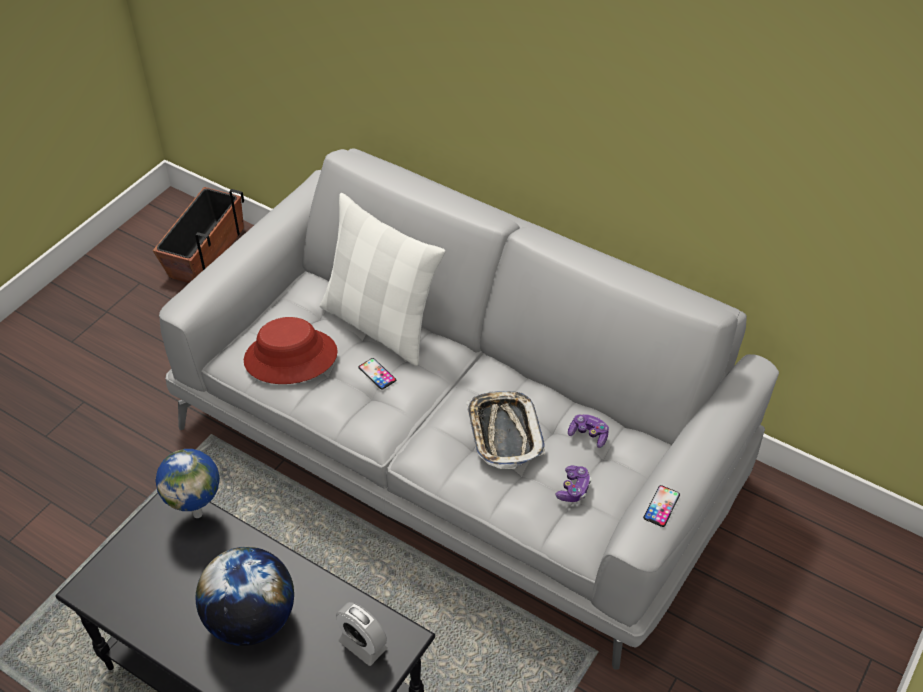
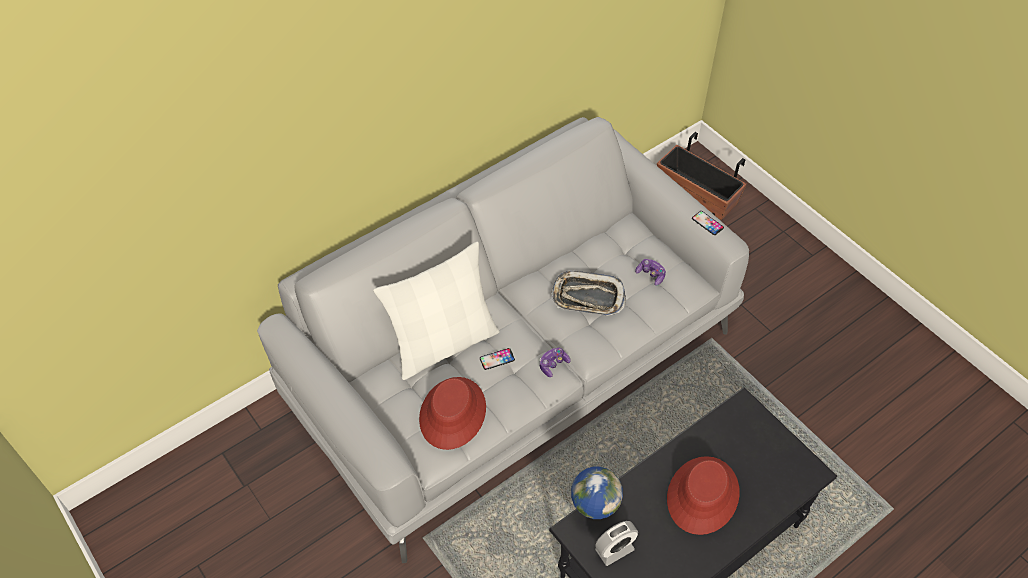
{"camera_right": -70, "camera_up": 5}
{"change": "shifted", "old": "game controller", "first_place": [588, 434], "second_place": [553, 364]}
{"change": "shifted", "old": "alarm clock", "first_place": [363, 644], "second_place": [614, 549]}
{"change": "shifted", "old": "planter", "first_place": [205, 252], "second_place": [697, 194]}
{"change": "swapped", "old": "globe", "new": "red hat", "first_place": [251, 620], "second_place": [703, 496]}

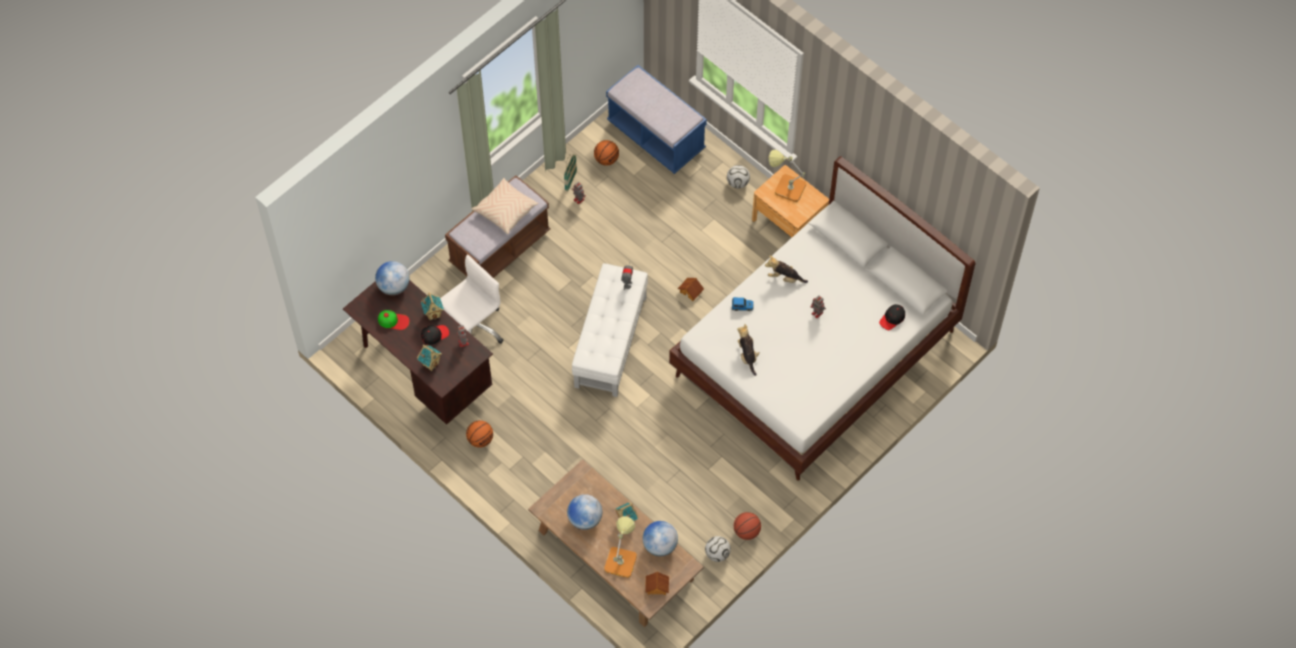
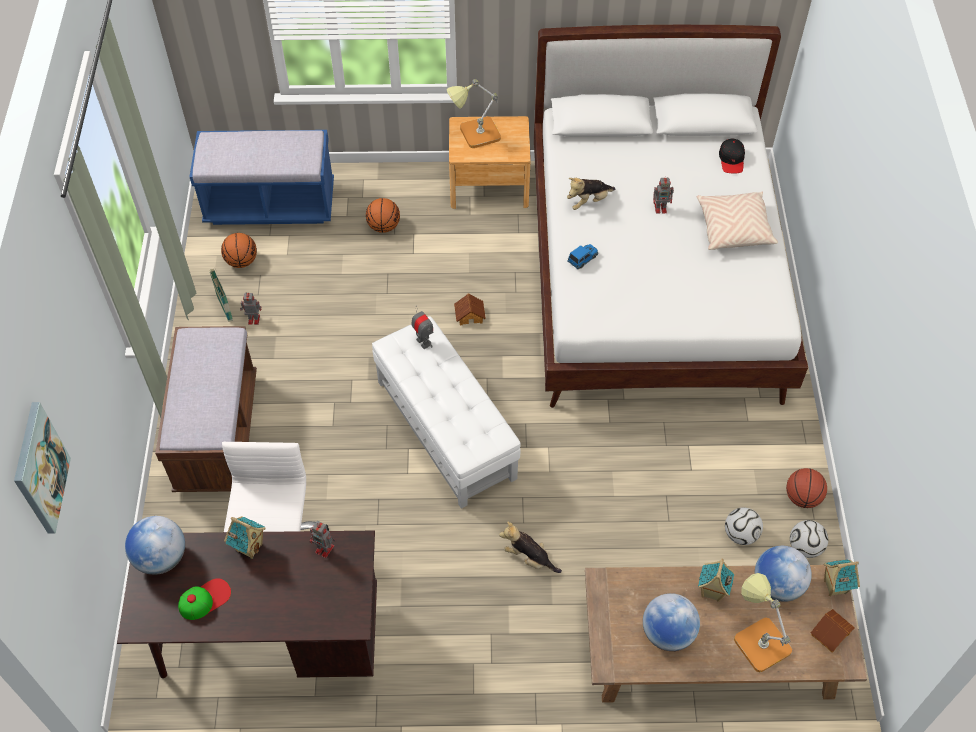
{"camera_right": -45, "camera_up": -5}
{"change": "new", "new": "picture", "second_place": [40, 468]}
{"change": "shifted", "old": "basketball", "first_place": [480, 439], "second_place": [383, 226]}
{"change": "shifted", "old": "plush toy", "first_place": [747, 355], "second_place": [529, 557]}
{"change": "shifted", "old": "beige pillow", "first_place": [505, 210], "second_place": [733, 228]}
{"change": "shifted", "old": "football", "first_place": [737, 183], "second_place": [740, 534]}
{"change": "shifted", "old": "toy house", "first_place": [430, 364], "second_place": [834, 586]}
{"change": "gone", "old": "black cap", "first_place": [434, 335]}

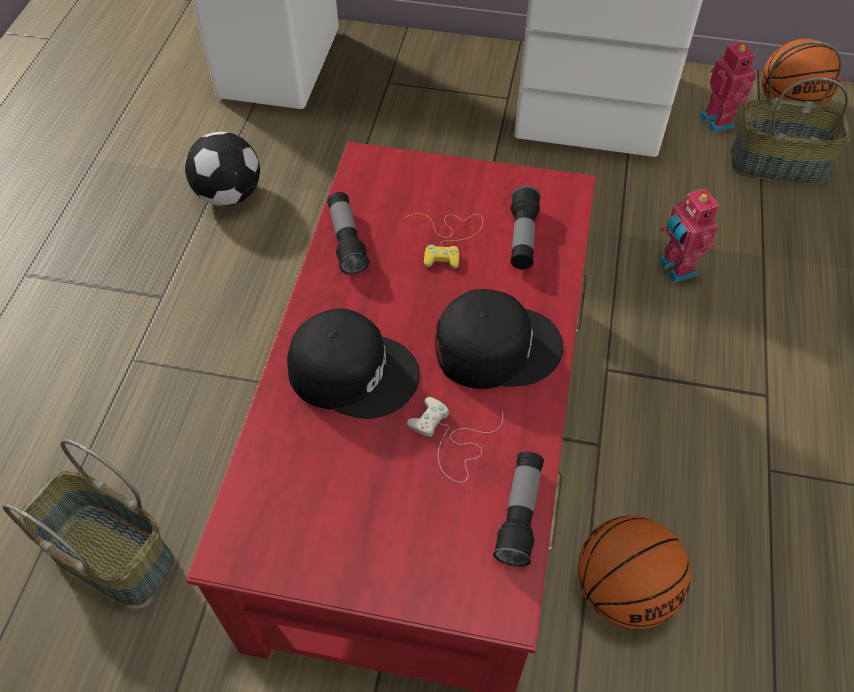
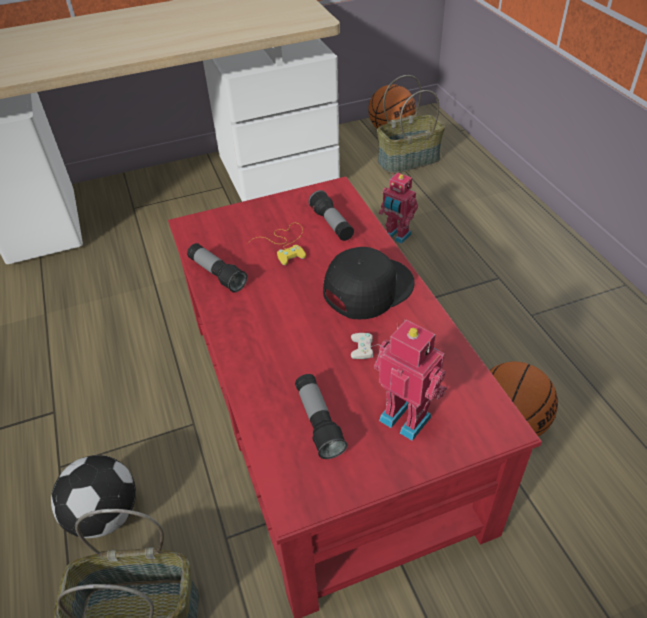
{"camera_right": -30, "camera_up": -10}
{"change": "shifted", "old": "football", "first_place": [230, 194], "second_place": [105, 513]}
{"change": "shifted", "old": "flashlight", "first_place": [520, 514], "second_place": [319, 422]}
{"change": "shifted", "old": "toy robot", "first_place": [718, 121], "second_place": [407, 416]}
{"change": "gone", "old": "black cap", "first_place": [353, 370]}

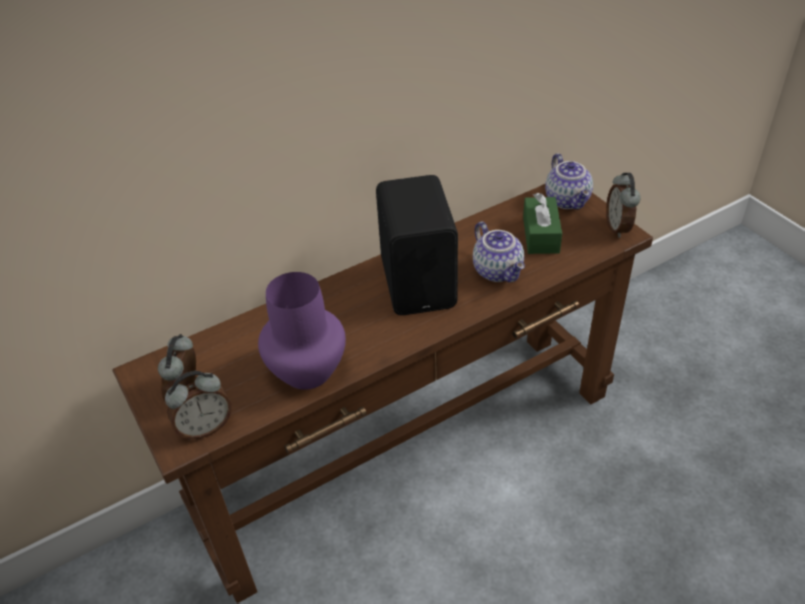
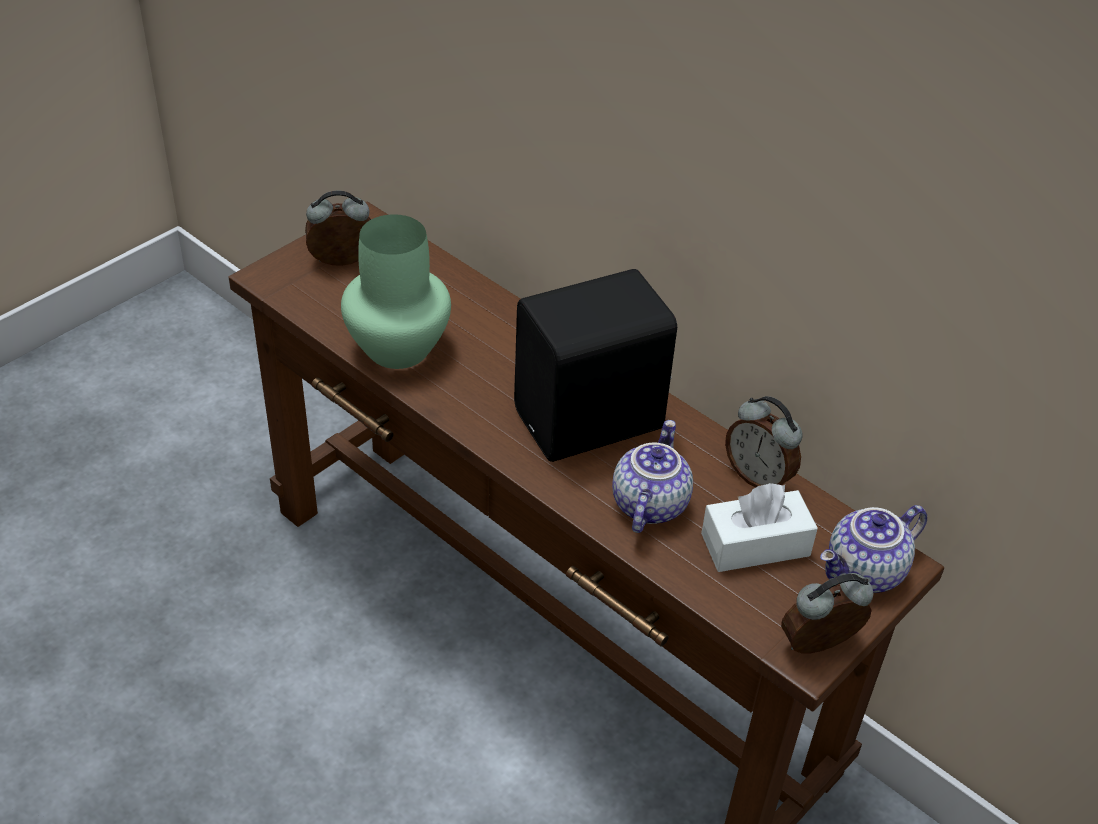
{"camera_right": 70, "camera_up": 0}
{"change": "repainted", "old": "purple vase", "new": "green vase", "first_place": [307, 372], "second_place": [396, 349]}
{"change": "rotated", "old": "teapot", "first_place": [499, 271], "second_place": [648, 503], "degrees": 150}
{"change": "repainted", "old": "green tissue box", "new": "white tissue box", "first_place": [541, 235], "second_place": [755, 545]}
{"change": "shifted", "old": "alarm clock", "first_place": [205, 427], "second_place": [758, 476]}

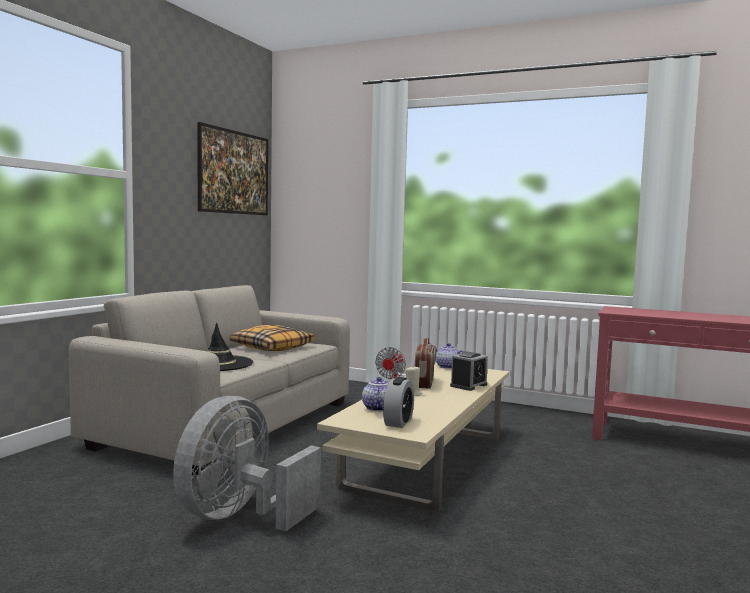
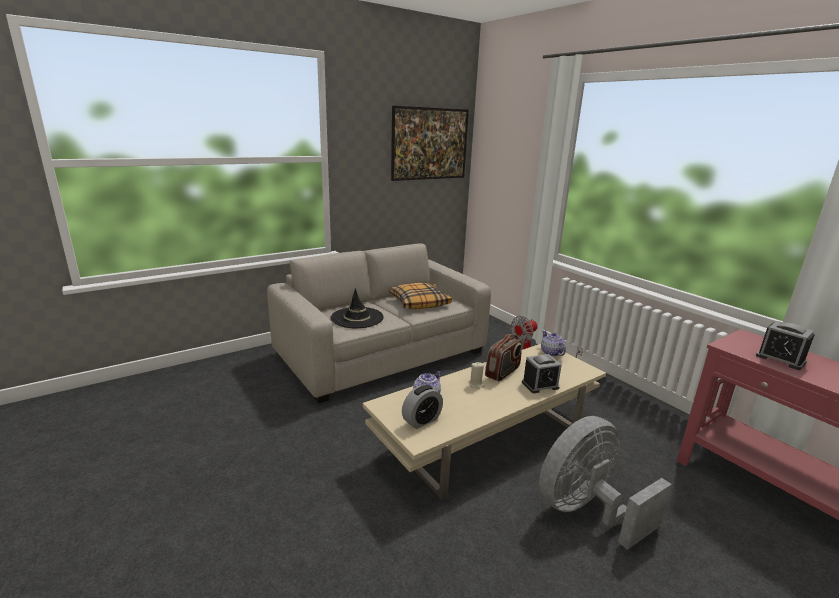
{"camera_right": 30, "camera_up": 15}
{"change": "shifted", "old": "grey fan", "first_place": [240, 516], "second_place": [586, 510]}
{"change": "new", "new": "alarm clock", "second_place": [780, 359]}

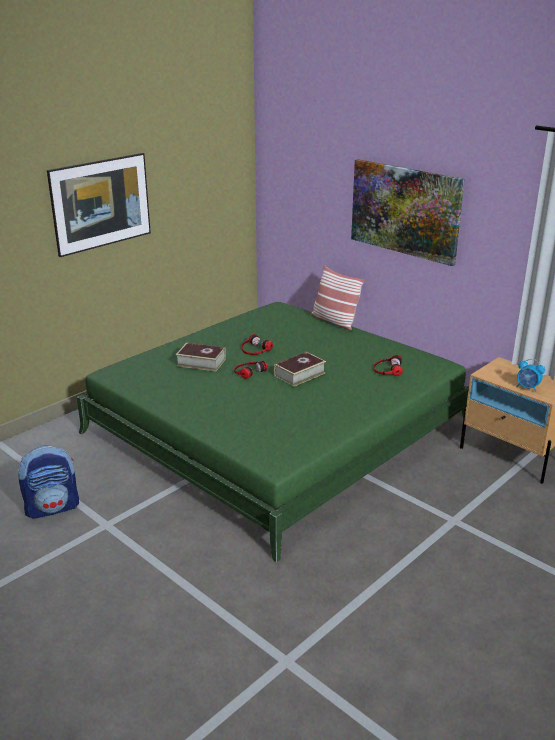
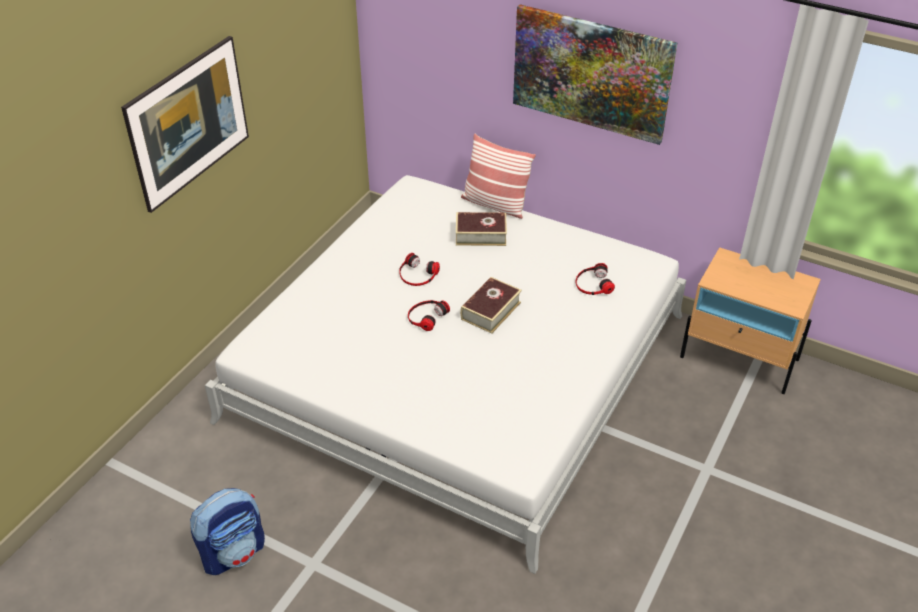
{"camera_right": -15, "camera_up": 15}
{"change": "repainted", "old": "green bed", "new": "white bed", "first_place": [276, 428], "second_place": [458, 367]}
{"change": "shifted", "old": "book", "first_place": [201, 362], "second_place": [480, 235]}
{"change": "gone", "old": "alarm clock", "first_place": [527, 388]}

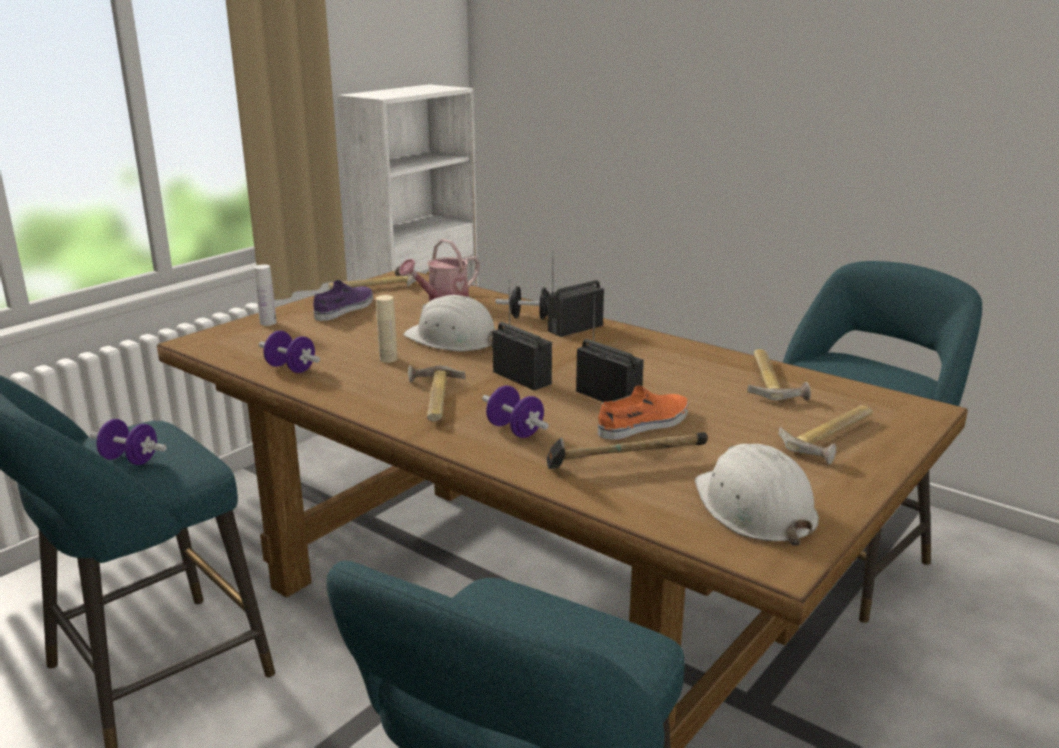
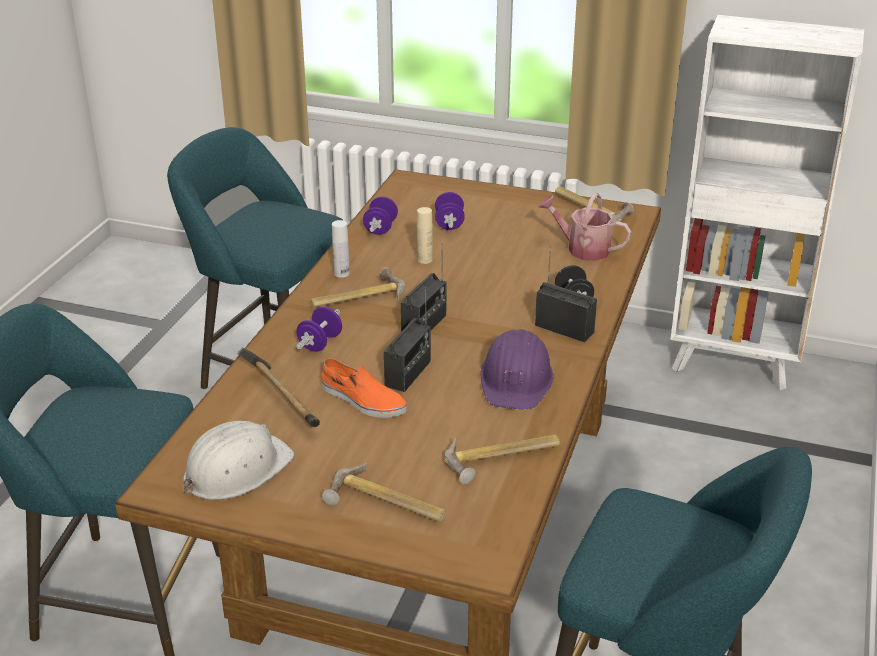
{"camera_right": 70, "camera_up": 10}
{"change": "shifted", "old": "white bottle", "first_place": [268, 323], "second_place": [341, 273]}
{"change": "shifted", "old": "purple dumbbell", "first_place": [130, 460], "second_place": [449, 224]}
{"change": "new", "new": "purple hard hat", "second_place": [516, 380]}
{"change": "gone", "old": "purple shoe", "first_place": [345, 309]}
{"change": "gone", "old": "white hard hat", "first_place": [452, 339]}

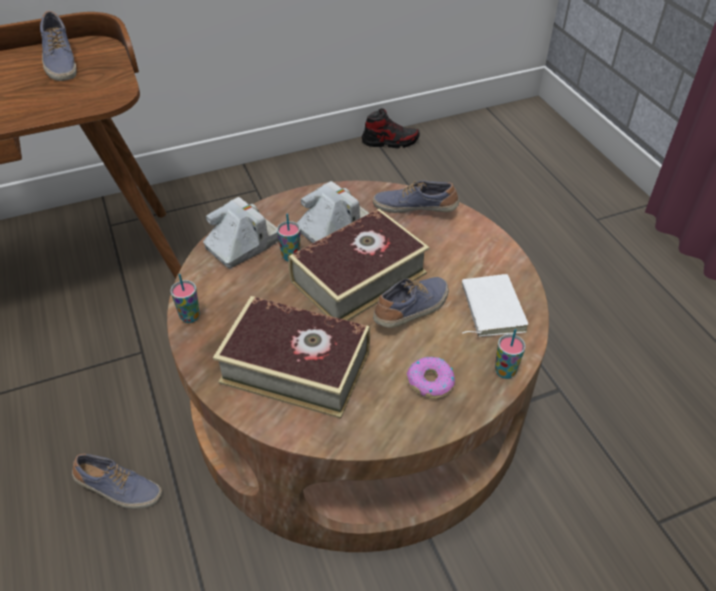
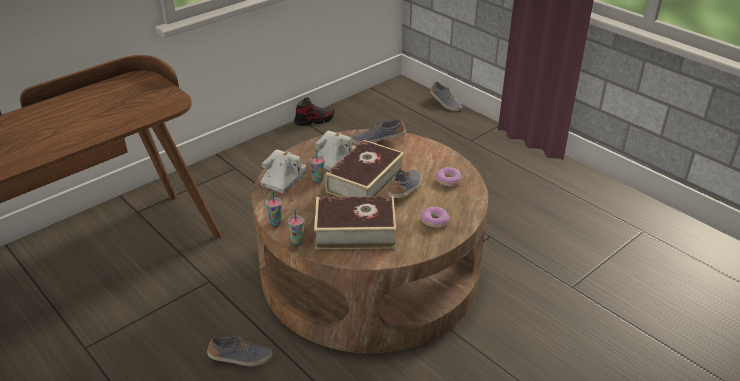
{"camera_right": -20, "camera_up": -10}
{"change": "shifted", "old": "cup", "first_place": [505, 371], "second_place": [297, 241]}
{"change": "shifted", "old": "shoe", "first_place": [60, 62], "second_place": [445, 103]}
{"change": "swapped", "old": "white book", "new": "donut", "first_place": [490, 308], "second_place": [448, 180]}

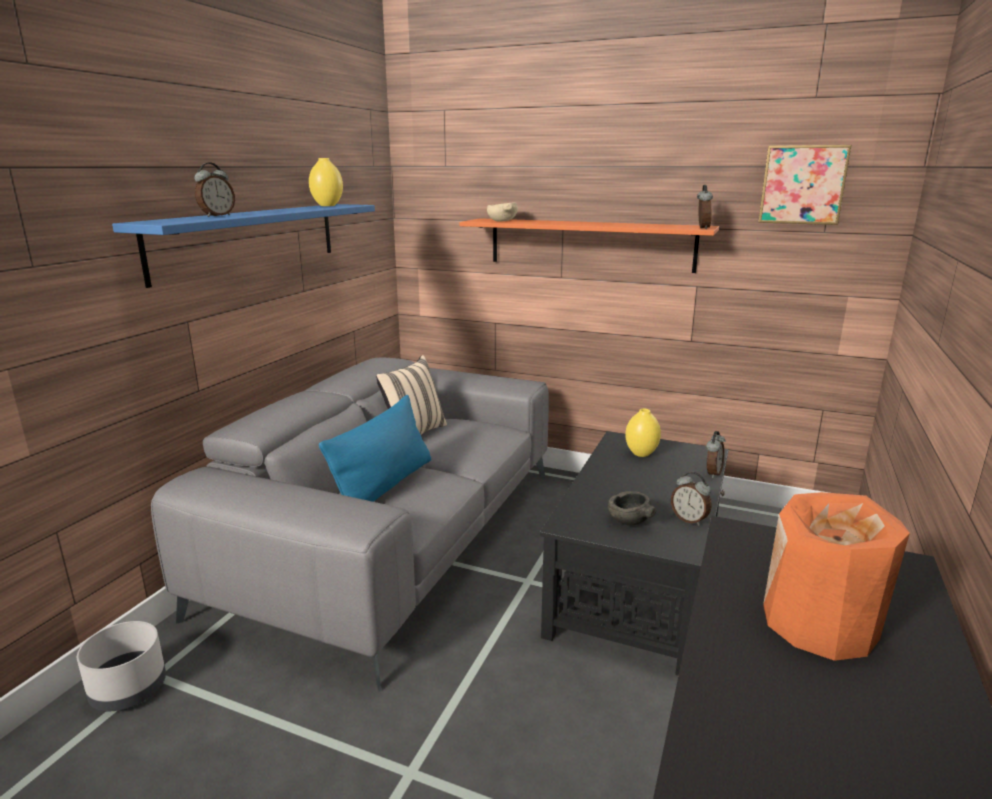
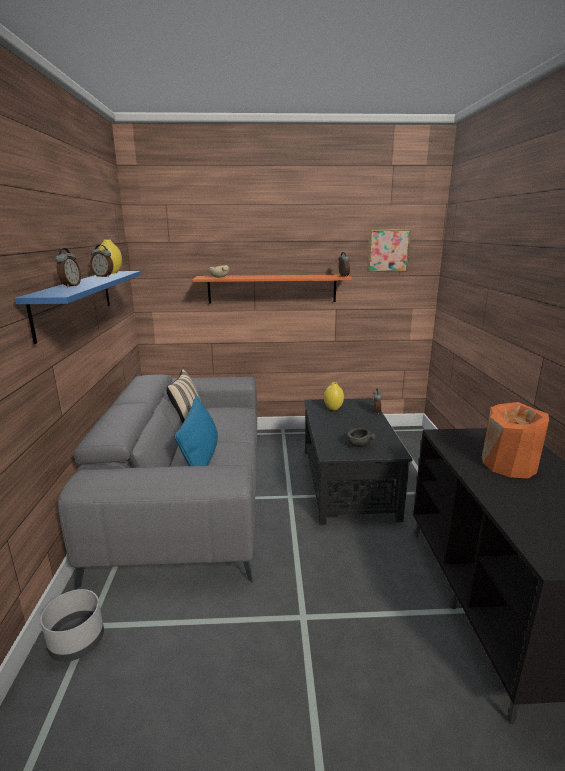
{"camera_right": -25, "camera_up": 0}
{"change": "shifted", "old": "alarm clock", "first_place": [689, 519], "second_place": [104, 276]}

